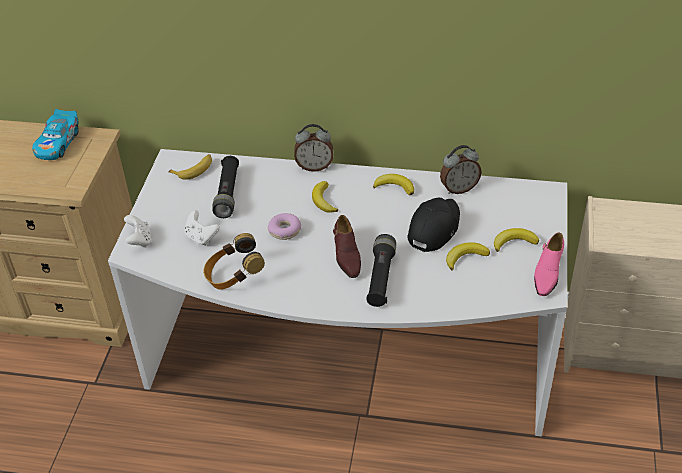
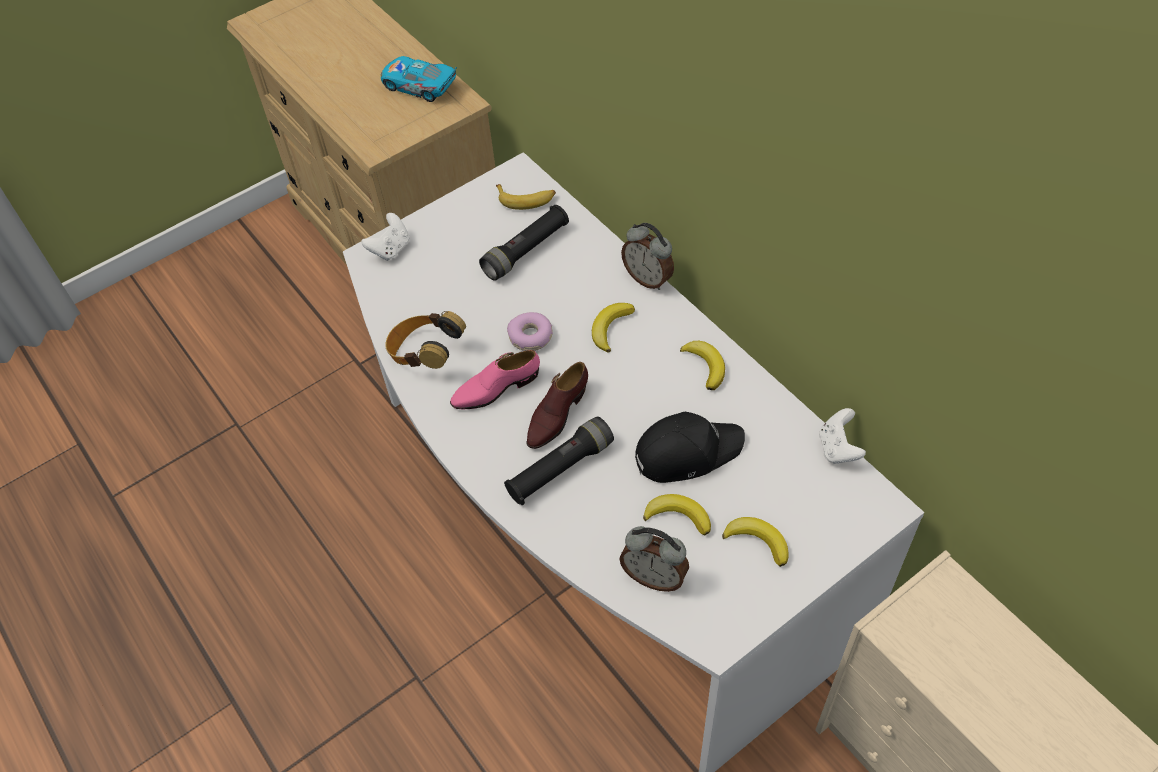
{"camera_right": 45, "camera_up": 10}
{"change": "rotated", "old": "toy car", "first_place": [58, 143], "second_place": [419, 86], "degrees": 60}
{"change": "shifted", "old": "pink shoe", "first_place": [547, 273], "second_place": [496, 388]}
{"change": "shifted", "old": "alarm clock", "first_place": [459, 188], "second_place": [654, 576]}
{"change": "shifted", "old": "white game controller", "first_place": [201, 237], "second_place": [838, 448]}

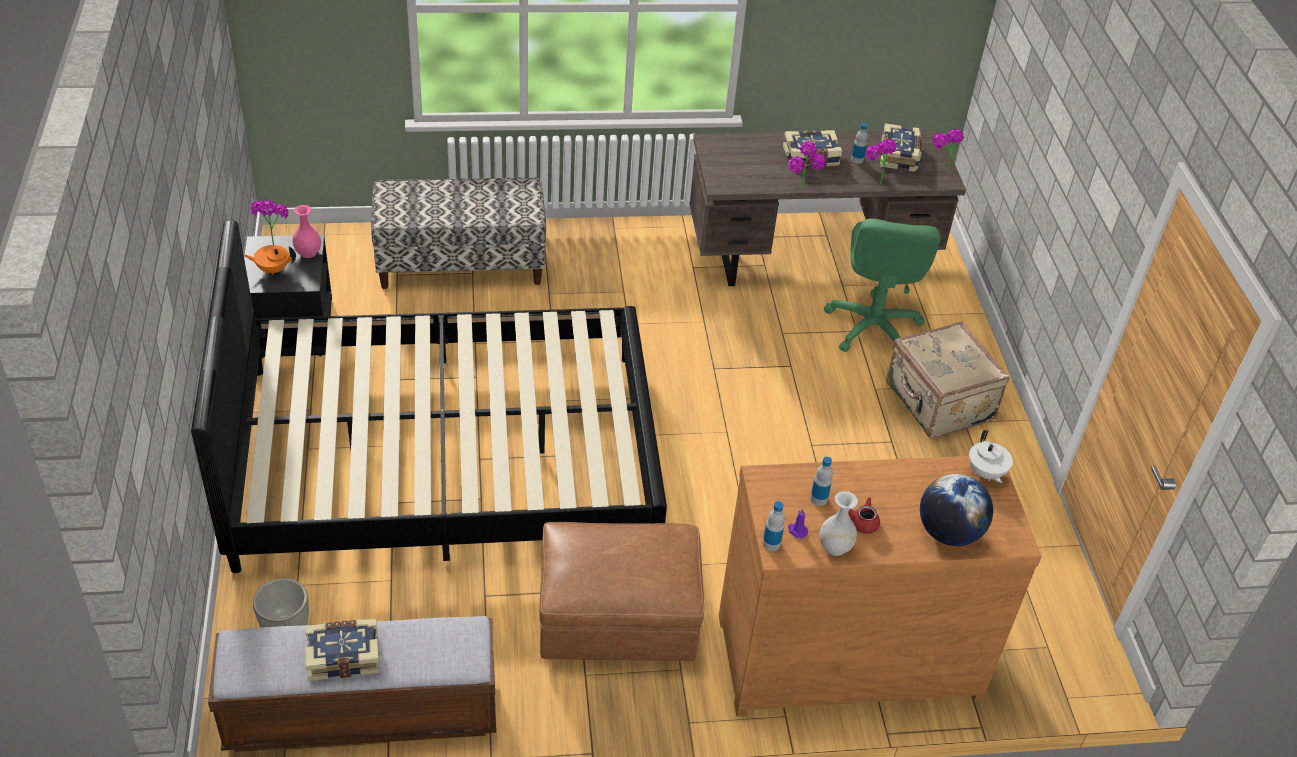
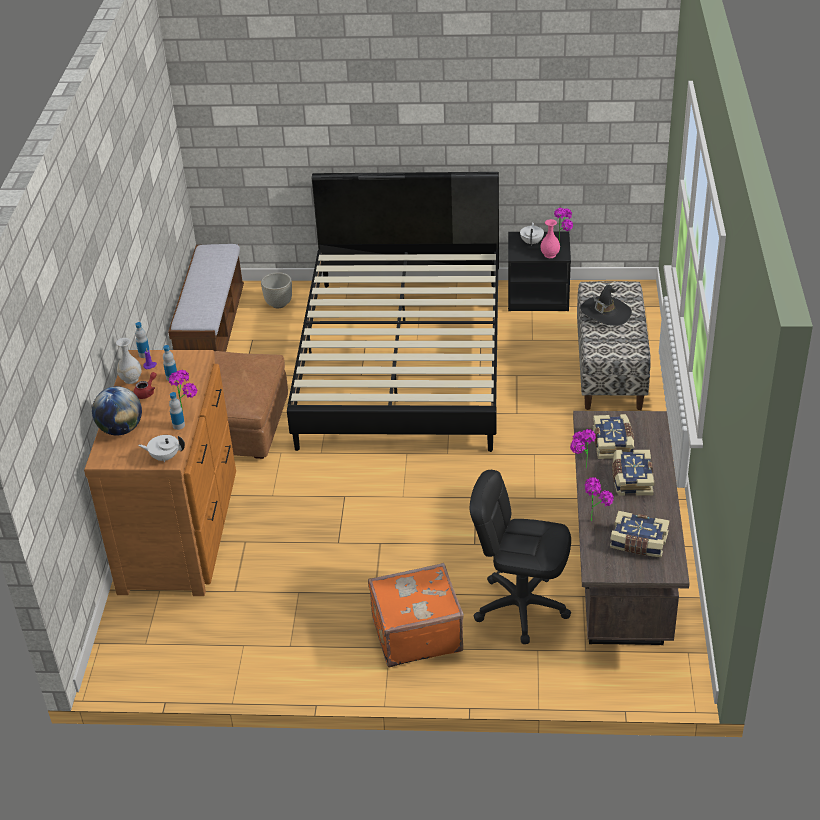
{"camera_right": 105, "camera_up": -5}
{"change": "shifted", "old": "potted plant", "first_place": [941, 169], "second_place": [187, 409]}
{"change": "shifted", "old": "bottle", "first_place": [857, 160], "second_place": [178, 425]}
{"change": "repainted", "old": "beige suitcase", "new": "orange suitcase", "first_place": [937, 403], "second_place": [416, 633]}
{"change": "repainted", "old": "green office chair", "new": "black office chair", "first_place": [872, 327], "second_place": [521, 607]}
{"change": "repainted", "old": "orange teapot", "new": "white teapot", "first_place": [273, 269], "second_place": [532, 242]}
{"change": "new", "new": "black hat", "second_place": [605, 313]}
{"change": "shifted", "old": "book", "first_place": [343, 655], "second_place": [613, 443]}

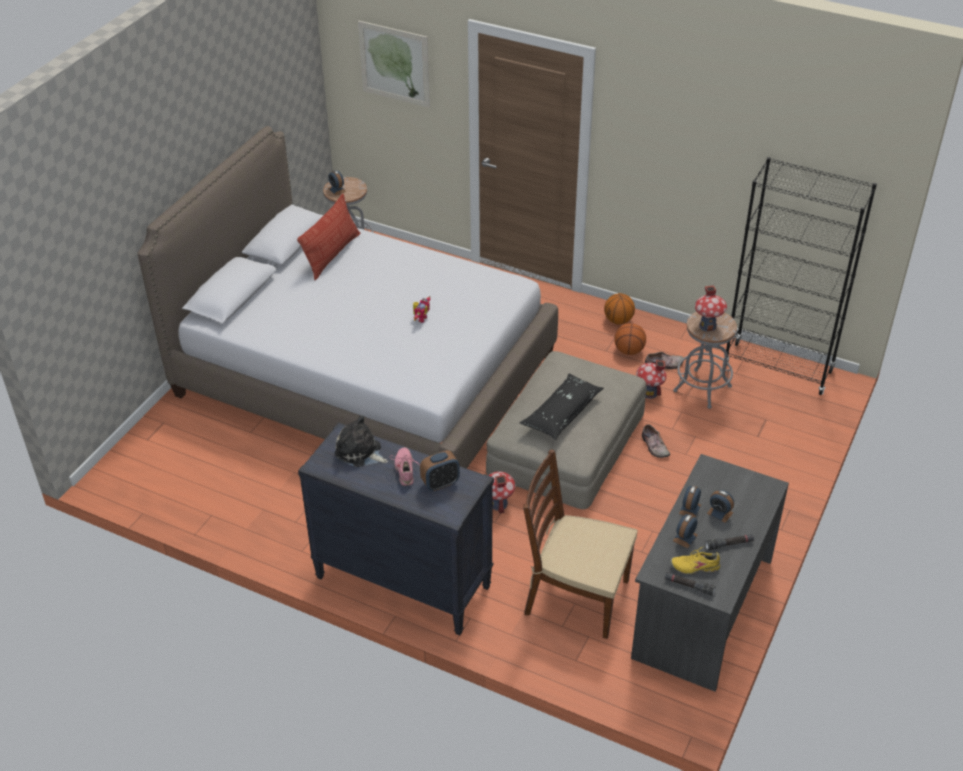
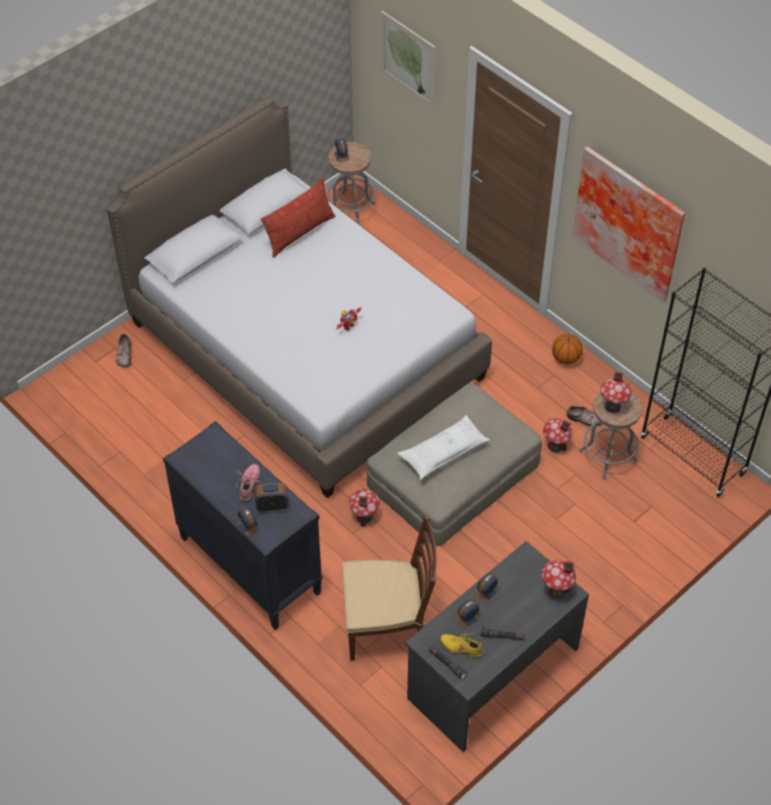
{"camera_right": 20, "camera_up": 10}
{"change": "shifted", "old": "shoe", "first_place": [653, 446], "second_place": [123, 354]}
{"change": "shifted", "old": "alarm clock", "first_place": [720, 513], "second_place": [248, 526]}
{"change": "rotated", "old": "brown chair", "first_place": [575, 597], "second_place": [388, 626], "degrees": 135}
{"change": "repainted", "old": "black pillow", "new": "white pillow", "first_place": [562, 413], "second_place": [443, 452]}
{"change": "new", "new": "toy house", "second_place": [556, 590]}
{"change": "new", "new": "picture", "second_place": [630, 222]}
{"change": "gone", "old": "plush toy", "first_place": [360, 452]}
{"change": "gone", "old": "basketball", "first_place": [629, 351]}

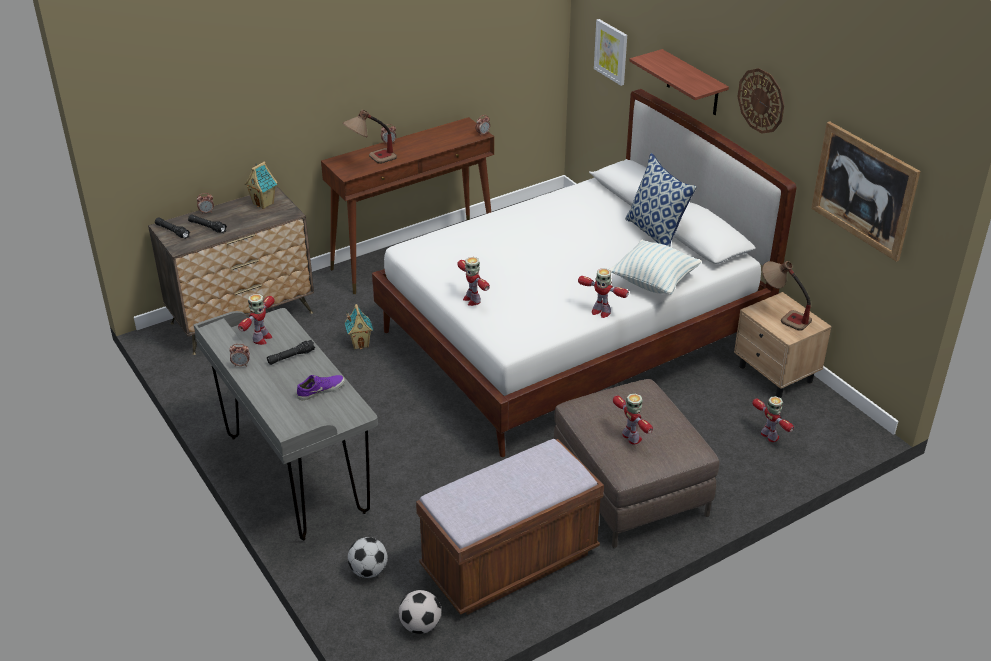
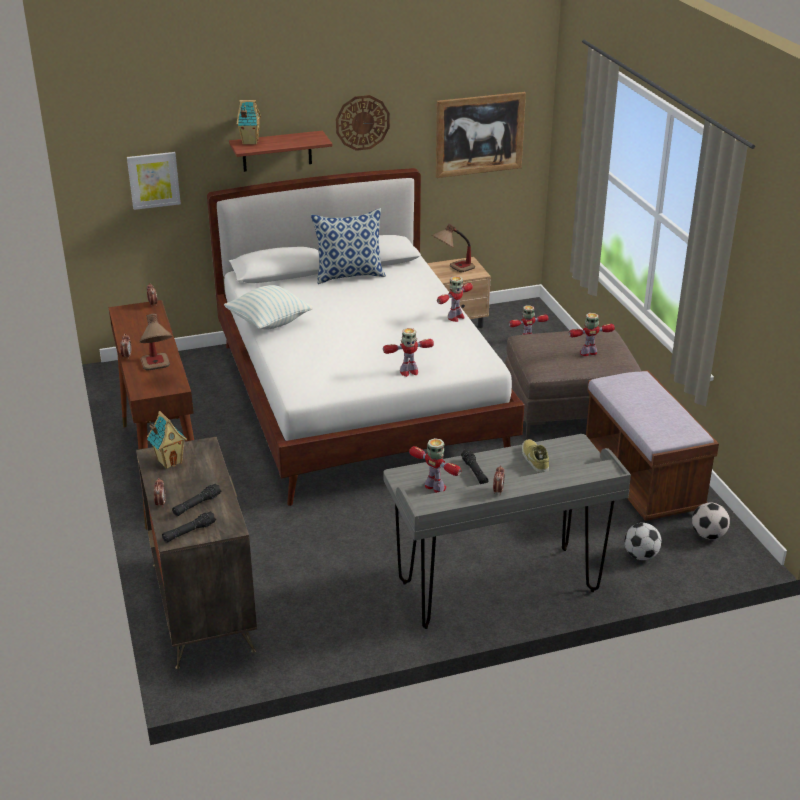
{"camera_right": -75, "camera_up": -5}
{"change": "shifted", "old": "pillow", "first_place": [654, 282], "second_place": [269, 322]}
{"change": "shifted", "old": "toy house", "first_place": [360, 344], "second_place": [249, 142]}
{"change": "repainted", "old": "purple shoe", "new": "beige shoe", "first_place": [320, 389], "second_place": [534, 459]}

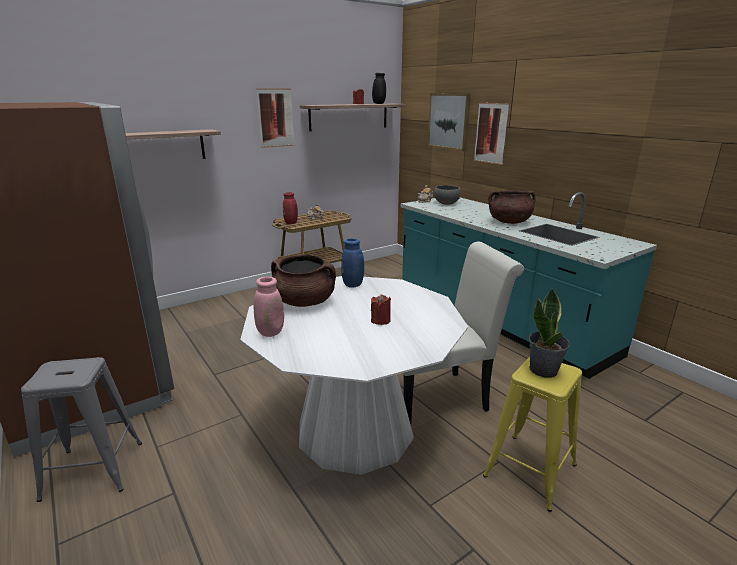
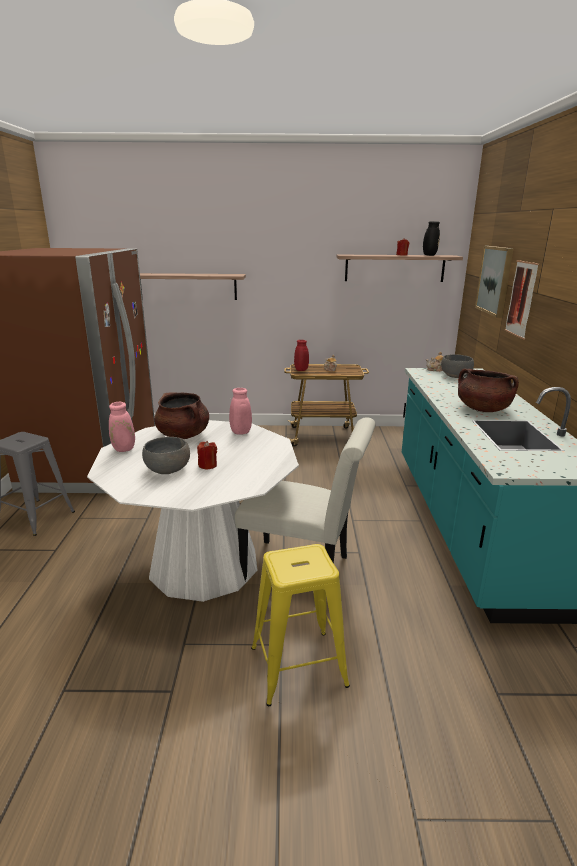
{"camera_right": 35, "camera_up": 0}
{"change": "new", "new": "grey bowl", "second_place": [168, 469]}
{"change": "repainted", "old": "blue vase", "new": "pink vase", "first_place": [353, 286], "second_place": [240, 433]}
{"change": "gone", "old": "picture", "first_place": [275, 118]}
{"change": "gone", "old": "potted plant", "first_place": [544, 370]}

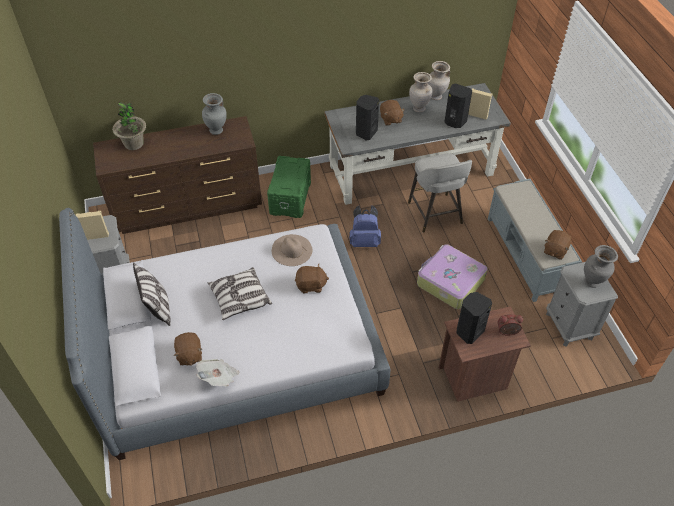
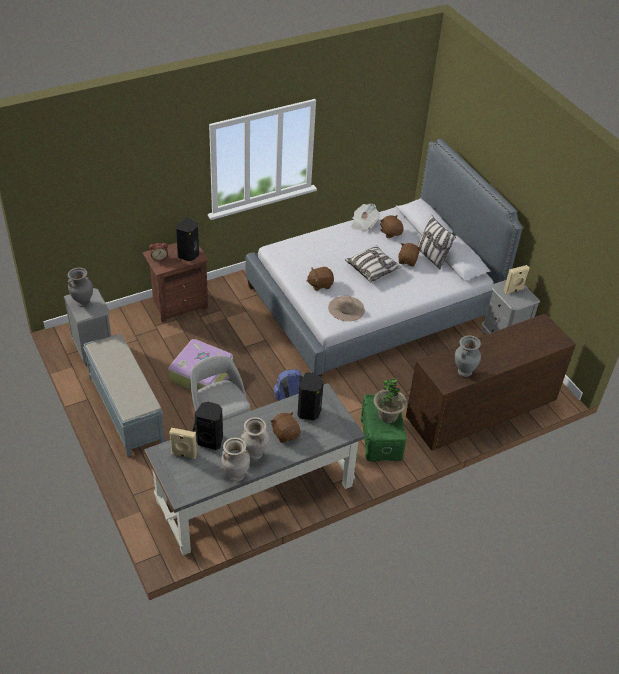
{"camera_right": 165, "camera_up": -5}
{"change": "shifted", "old": "potted plant", "first_place": [134, 143], "second_place": [388, 415]}
{"change": "shifted", "old": "brown plush toy", "first_place": [555, 250], "second_place": [408, 261]}

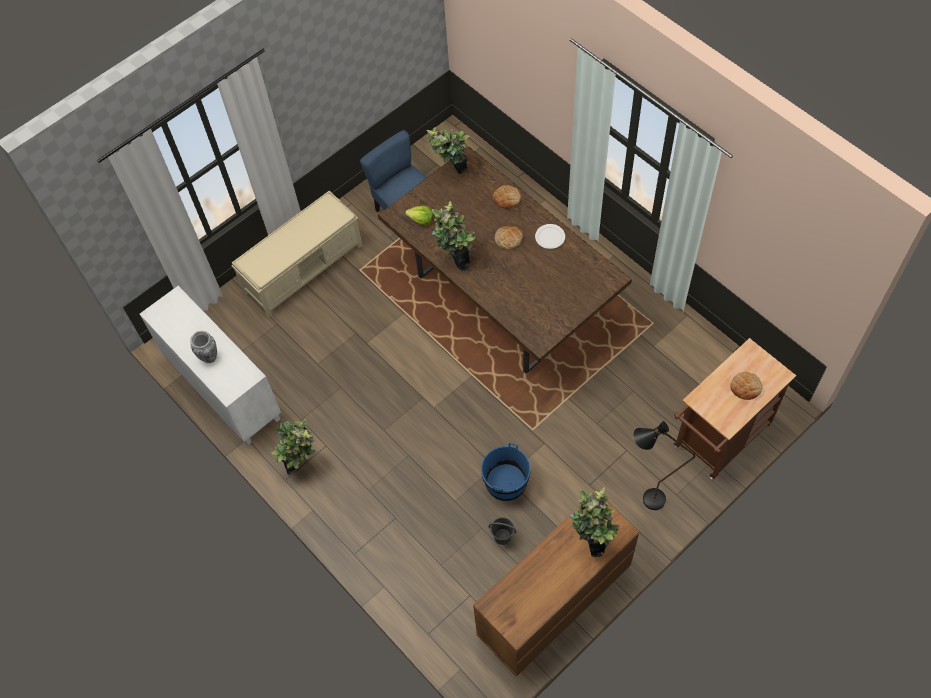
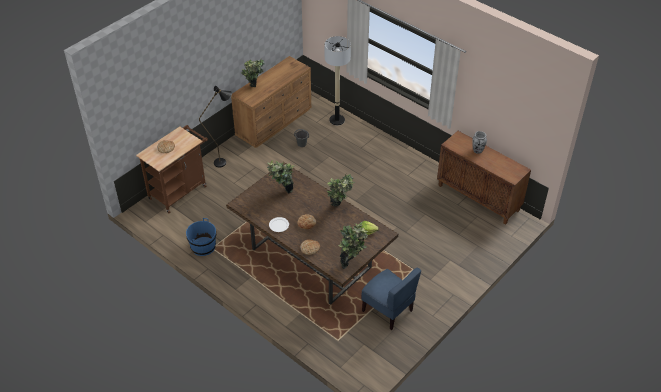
{"camera_right": 170, "camera_up": -15}
{"change": "shifted", "old": "blue bucket", "first_place": [506, 483], "second_place": [203, 246]}
{"change": "shifted", "old": "potted plant", "first_place": [301, 464], "second_place": [282, 194]}
{"change": "new", "new": "floor lamp", "second_place": [337, 120]}
{"change": "repainted", "old": "white cabinet", "new": "brown cabinet", "first_place": [222, 389], "second_place": [479, 198]}
{"change": "gone", "old": "beige bench", "first_place": [304, 268]}

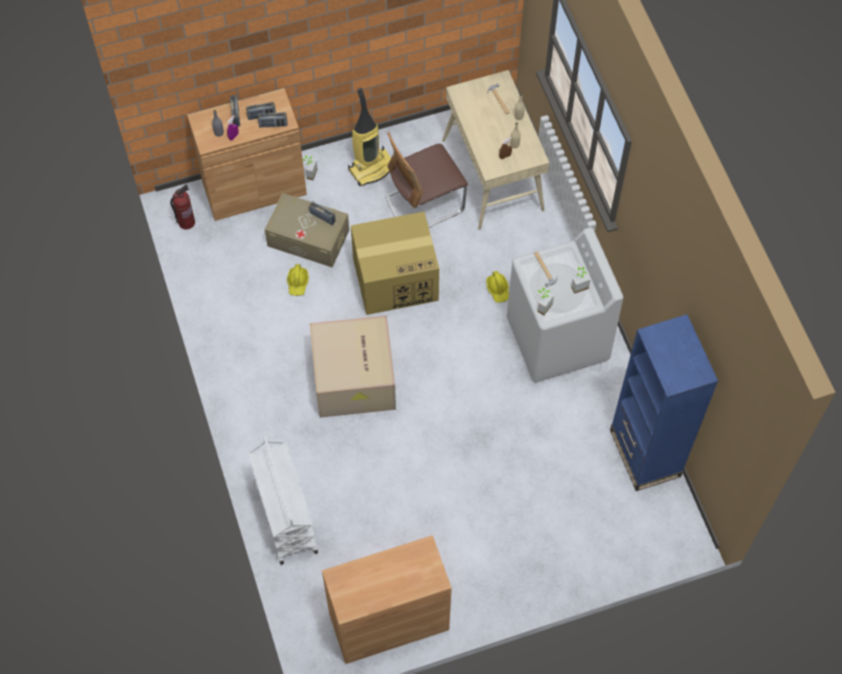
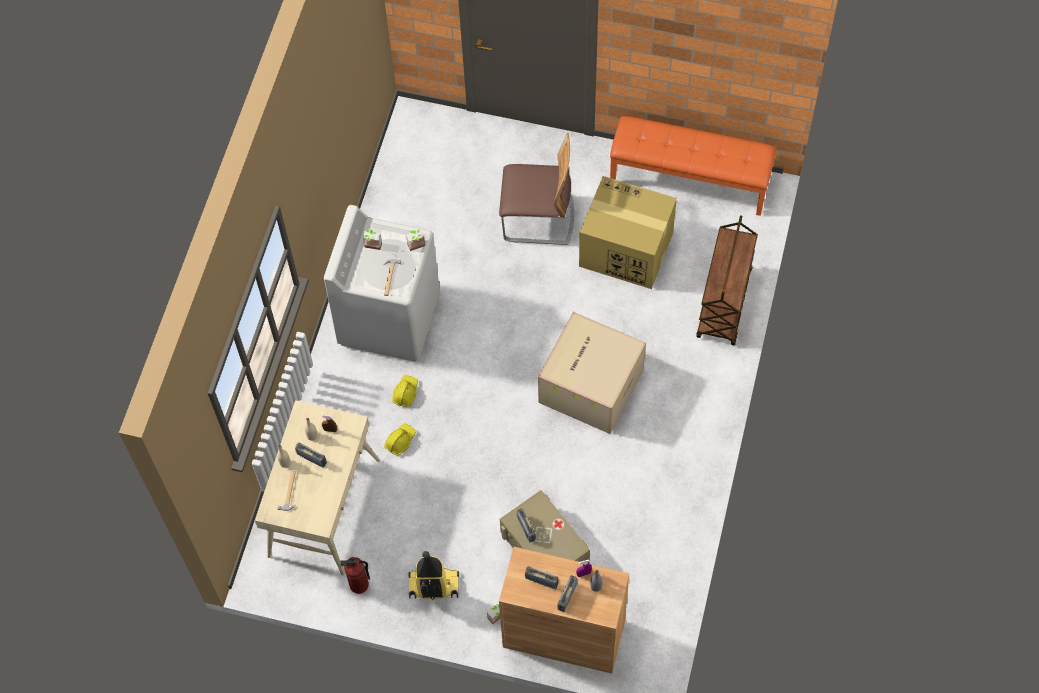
{"camera_right": -145, "camera_up": 0}
{"change": "shifted", "old": "radio", "first_place": [273, 124], "second_place": [312, 458]}
{"change": "shifted", "old": "fire extinguisher", "first_place": [186, 222], "second_place": [359, 585]}
{"change": "shifted", "old": "yellow hard hat", "first_place": [298, 283], "second_place": [400, 441]}
{"change": "shifted", "old": "chair", "first_place": [424, 203], "second_place": [538, 219]}
{"change": "shifted", "old": "cardboard box", "first_place": [396, 279], "second_place": [624, 249]}
{"change": "swapped", "old": "brown cabinet", "new": "orange bench", "first_place": [389, 621], "second_place": [690, 180]}
{"change": "repainted", "old": "white cart", "new": "brown cart", "first_place": [285, 516], "second_place": [724, 304]}
{"change": "gone", "old": "blue bookcase", "first_place": [644, 453]}

